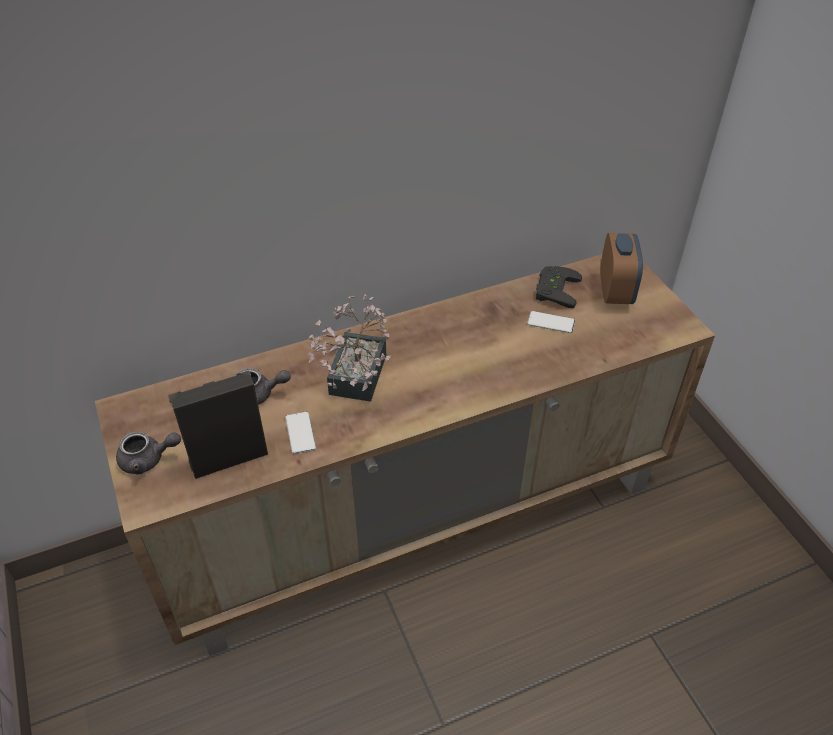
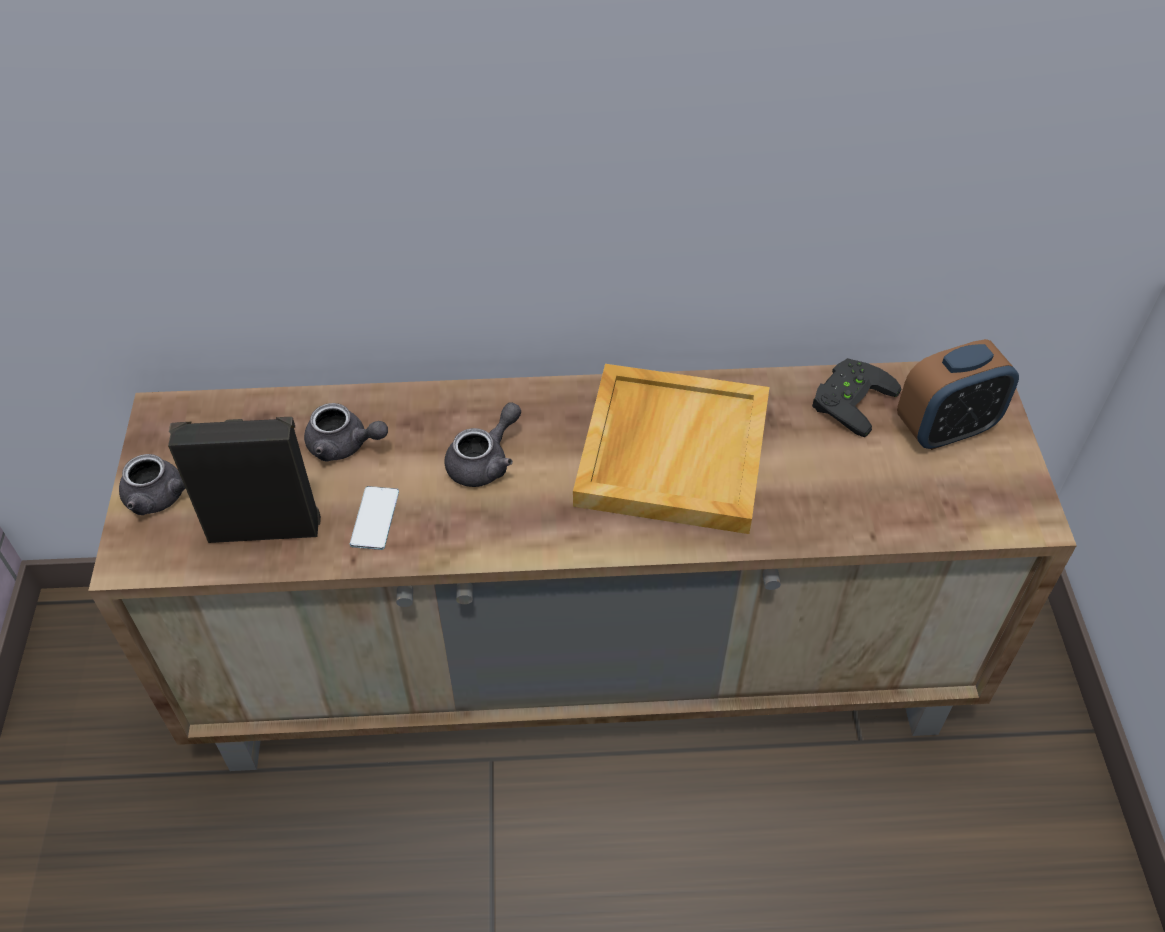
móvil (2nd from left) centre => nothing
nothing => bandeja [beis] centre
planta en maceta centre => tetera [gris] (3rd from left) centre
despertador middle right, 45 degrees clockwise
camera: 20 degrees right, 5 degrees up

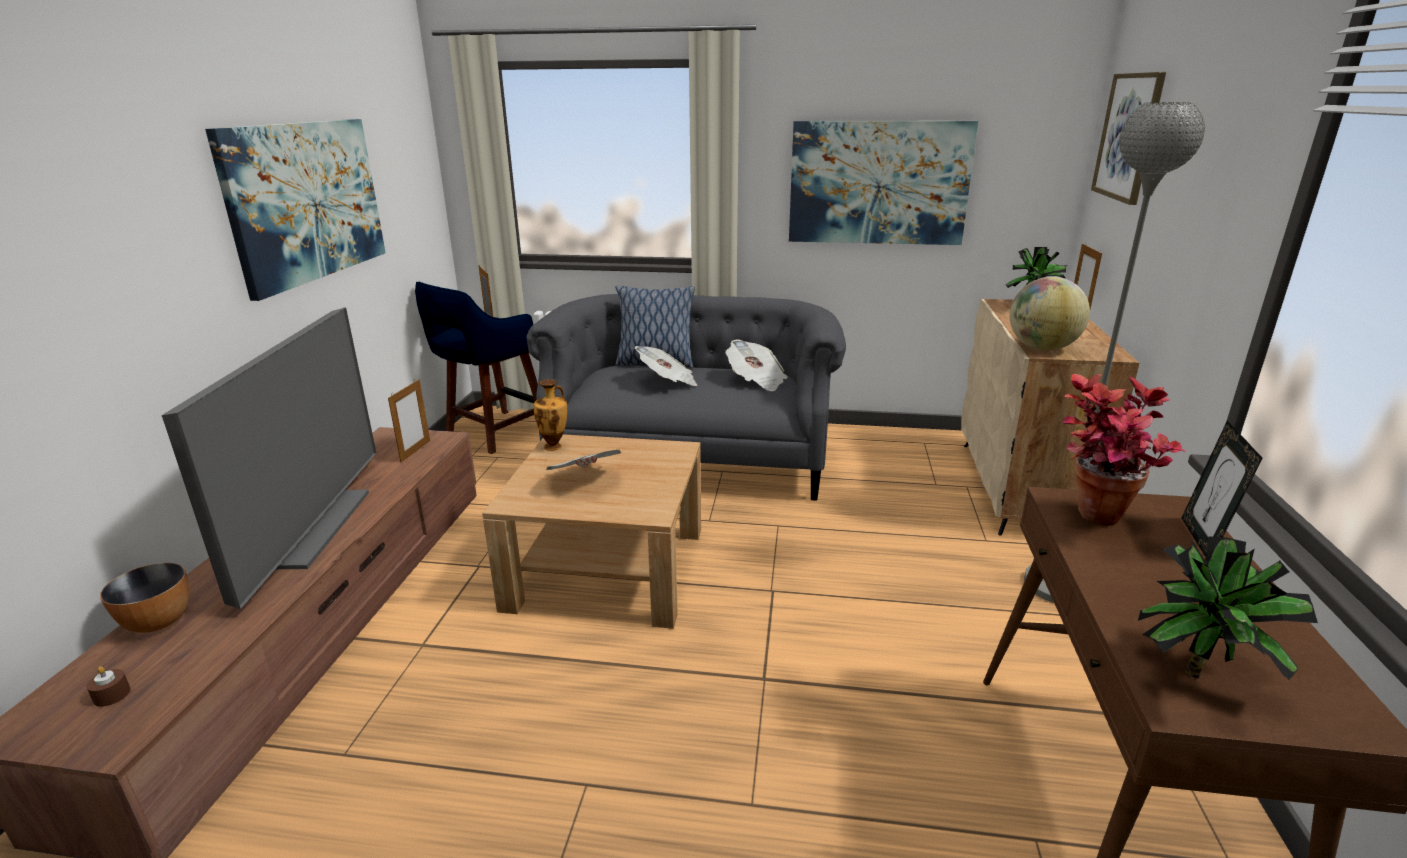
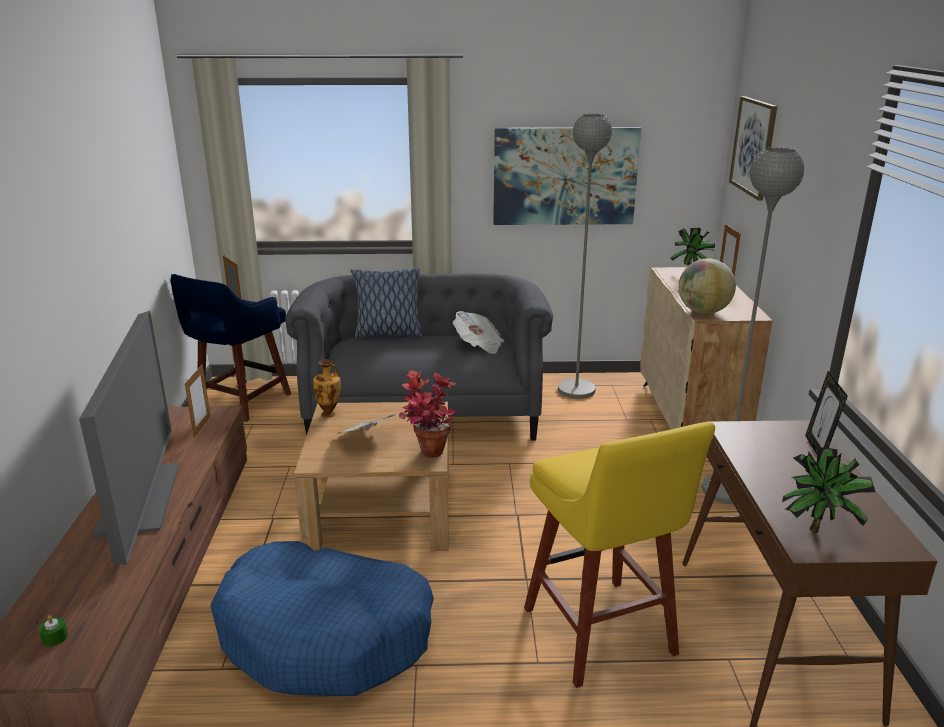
cuenco bottom left => nothing
cuadro (1st from left) top left => nothing
periódico (2nd from left) centre => nothing
nothing => cama para perro [azul] bottom centre
nothing => taburete [amarillo] bottom centre
nothing => lámpara de pie [gris] (1st from left) centre
planta en maceta (2nd from left in the first image) middle right => planta en maceta (1st from left) centre, move
vela [marrón] bottom left => vela [verde] bottom left
camera: 10 degrees left, 0 degrees up

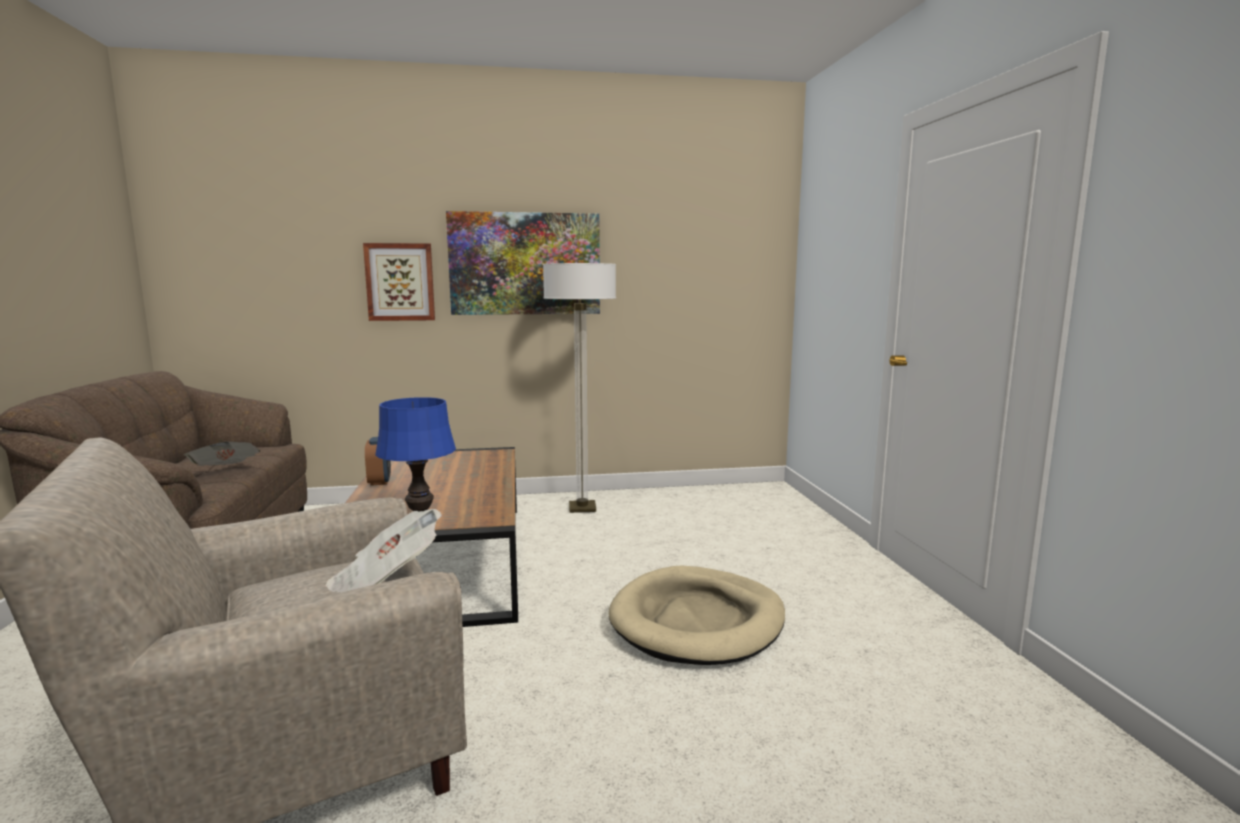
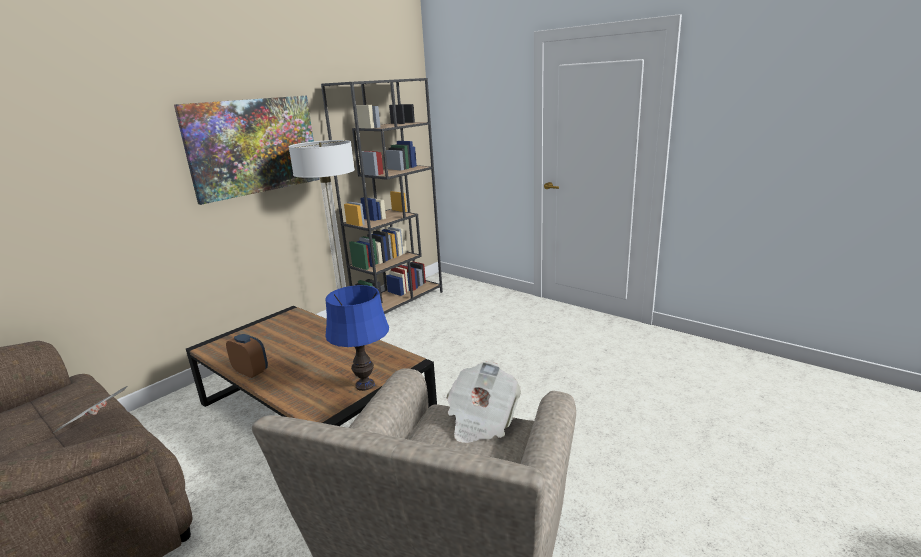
cuadro (1st from left) middle left => nothing
cama para perro [beis] bottom centre => nothing
nothing => estantería centre
camera: 40 degrees left, 10 degrees up

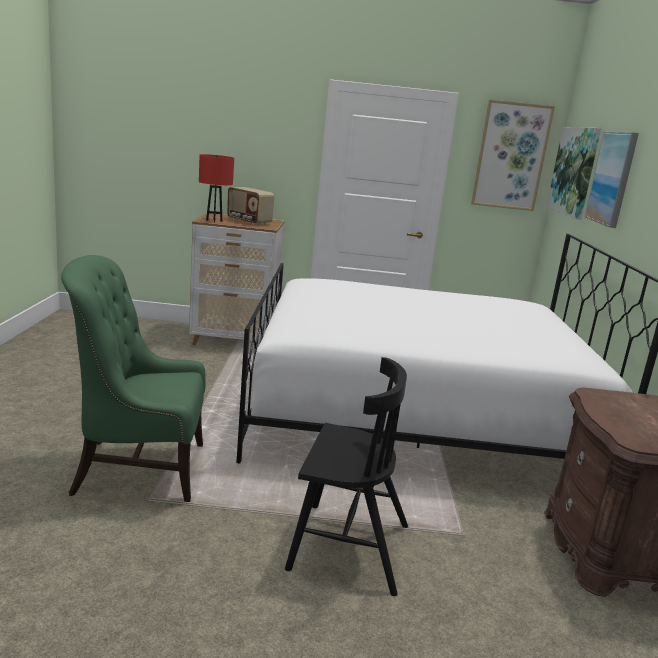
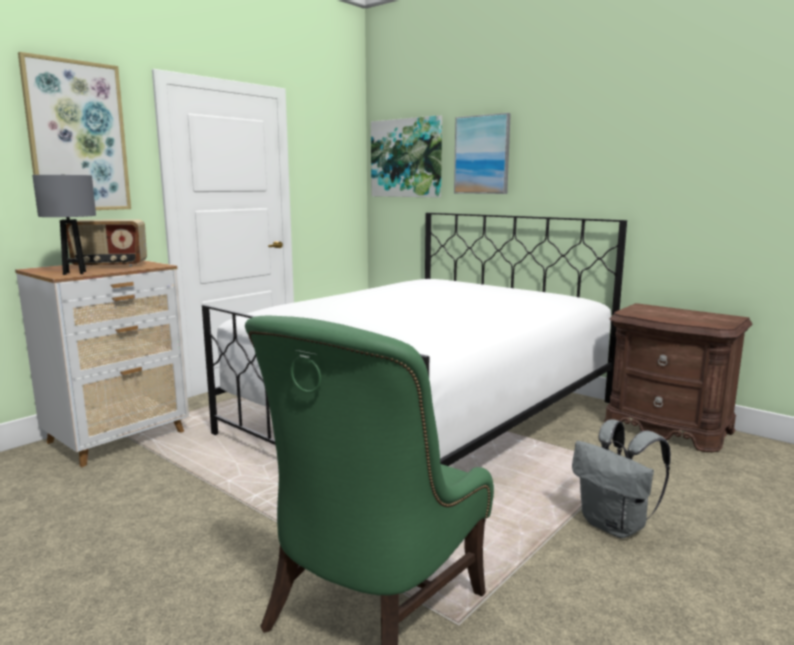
cuadro (1st from left) top right => cuadro (1st from left) top left, move
silla [negro] bottom centre => mochila [gris] bottom right
lámpara de mesa [rojo] top left => lámpara de mesa [gris] middle left
camera: 50 degrees left, 5 degrees down

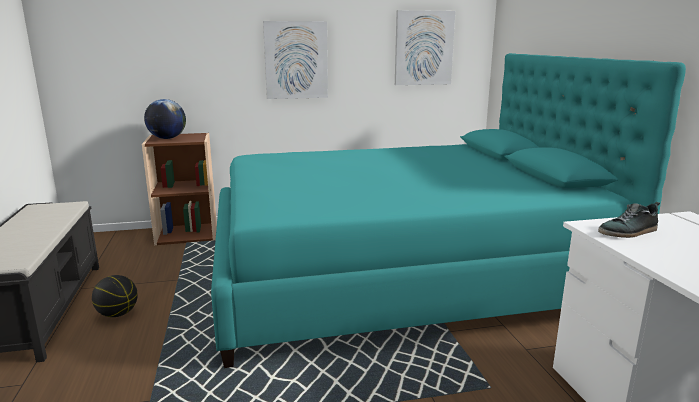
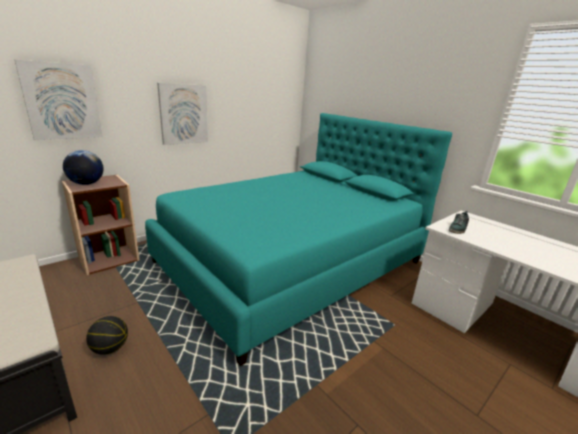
cuadro (2nd from left in the first image) top centre => cuadro (1st from left) top left, move
camera: 30 degrees left, 5 degrees up

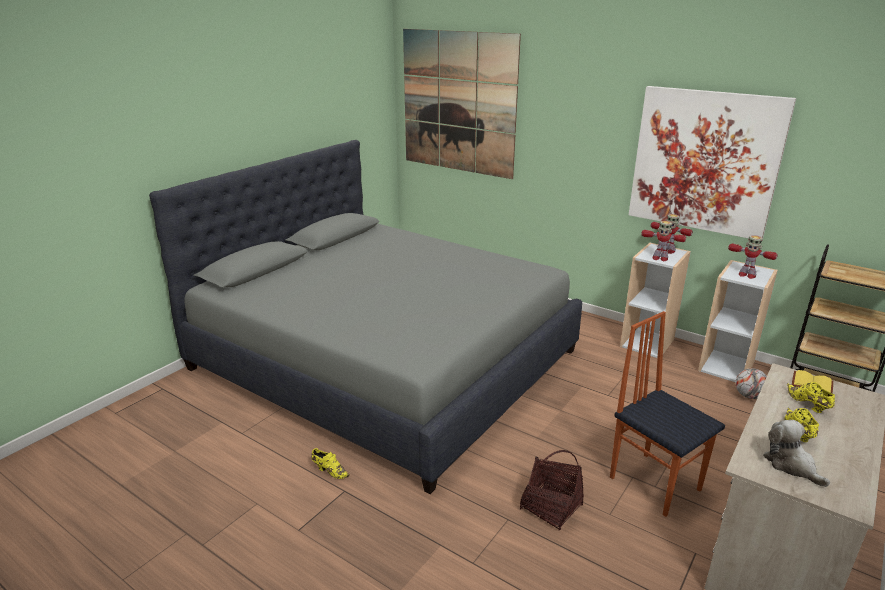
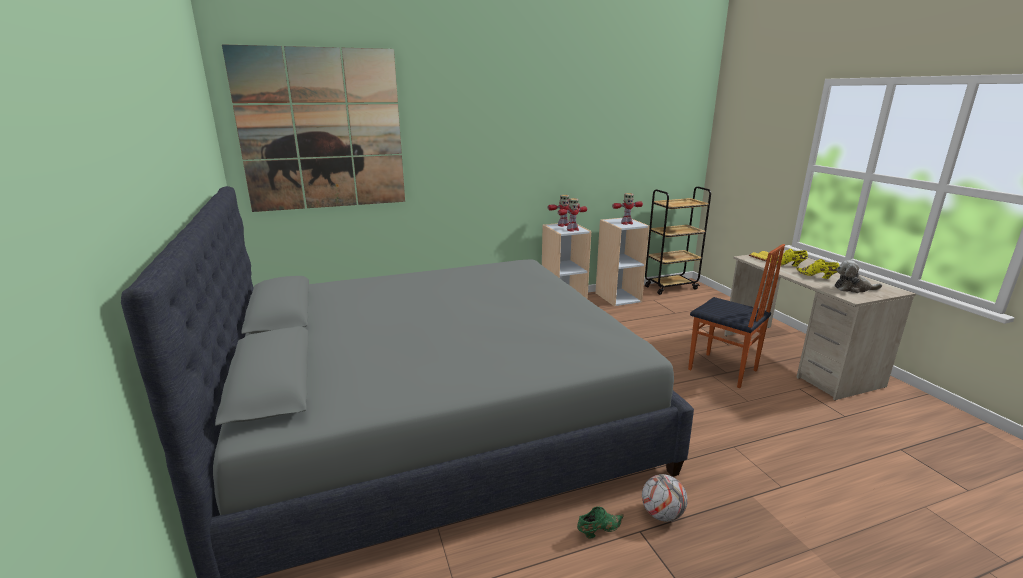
cesta bottom centre => nothing
cuadro (2nd from left) top right => nothing
balón de fútbol middle right => balón de fútbol bottom centre, move
zapato [amarillo] (1st from left) bottom centre => zapato [verde] bottom centre
silla bottom right => silla middle right, 135 degrees counterclockwise
camera: 55 degrees left, 5 degrees down

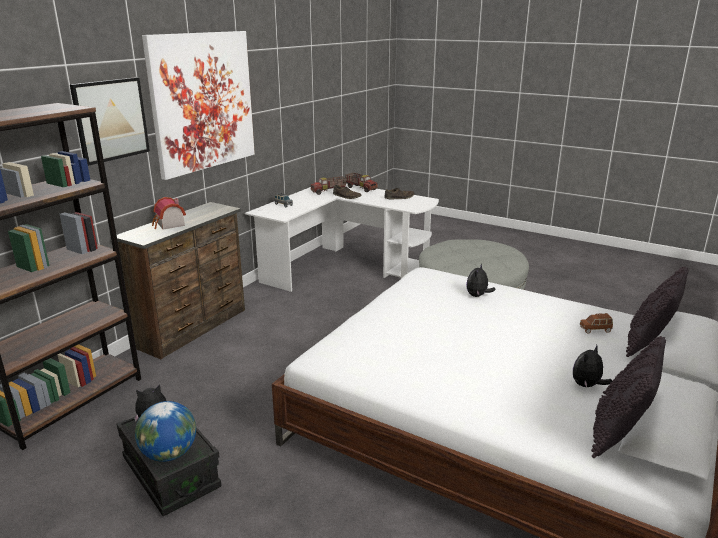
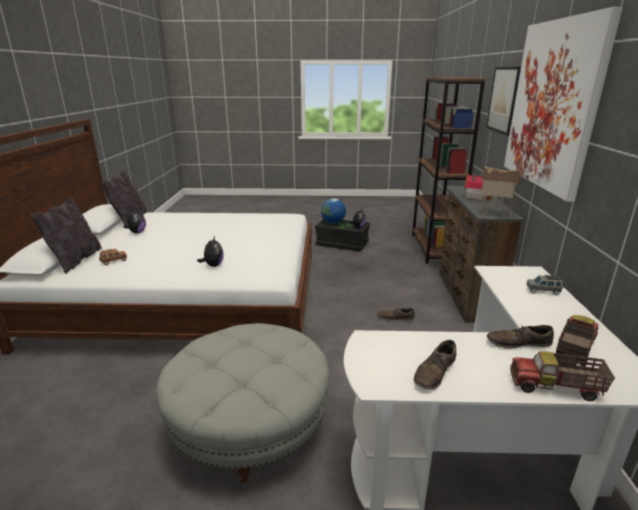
nothing => zapato [marrón] (1st from left) centre
nothing => casita (2nd from left) middle right
camera: 150 degrees right, 0 degrees up

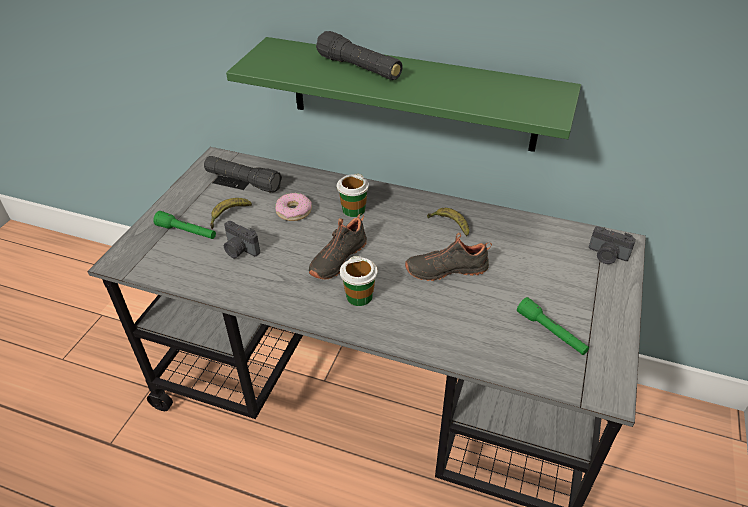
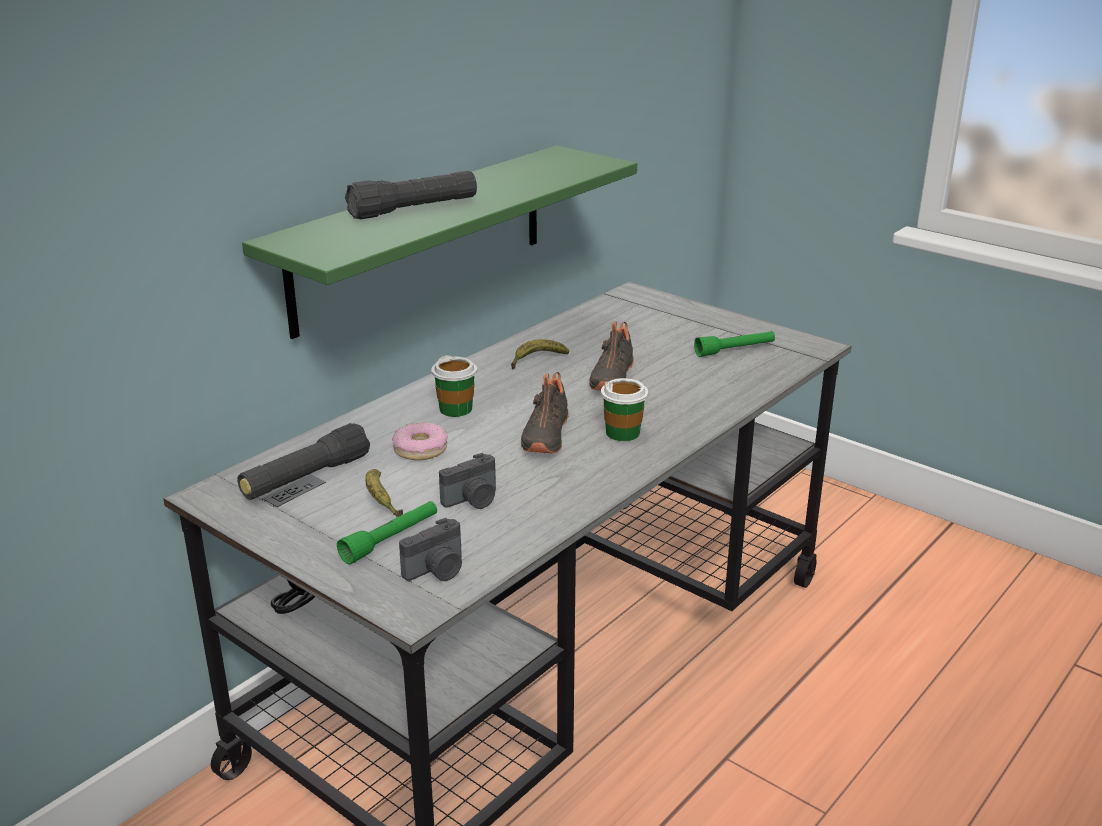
cámara (2nd from left in the first image) middle right => cámara (1st from left) centre, move
zapato [negro] (1st from left) centre, 45 degrees clockwise
camera: 70 degrees left, 15 degrees down

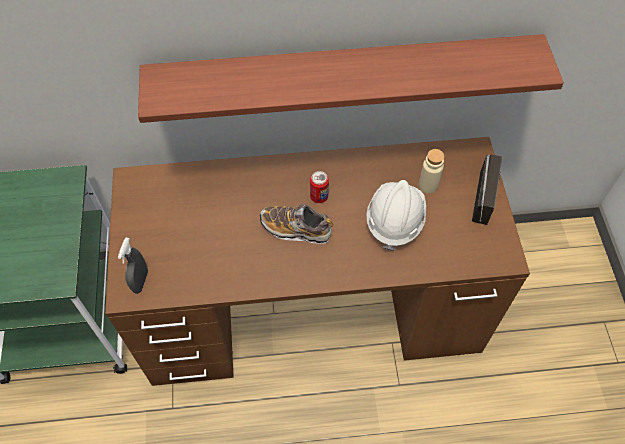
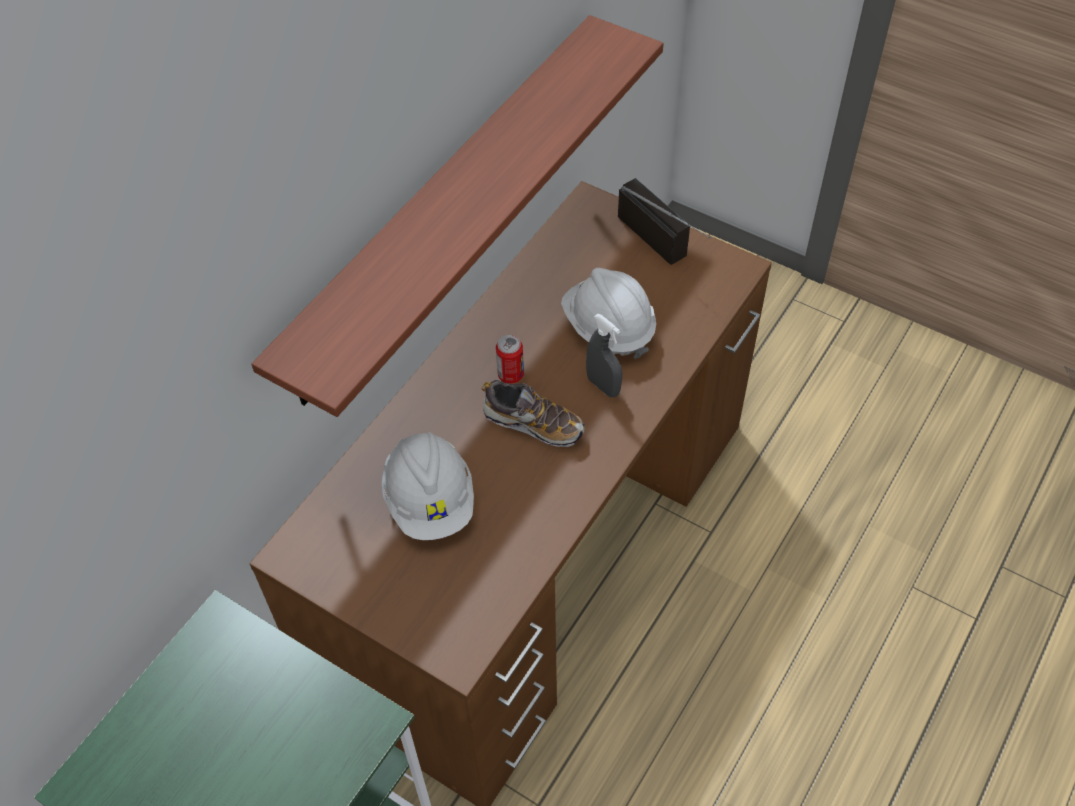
botella [beis] middle right => nothing
nothing => casco [blanco] (1st from left) centre
pulverizador [gris] middle left => pulverizador [gris] centre, move
zapato centre, 120 degrees counterclockwise
camera: 50 degrees left, 5 degrees down

